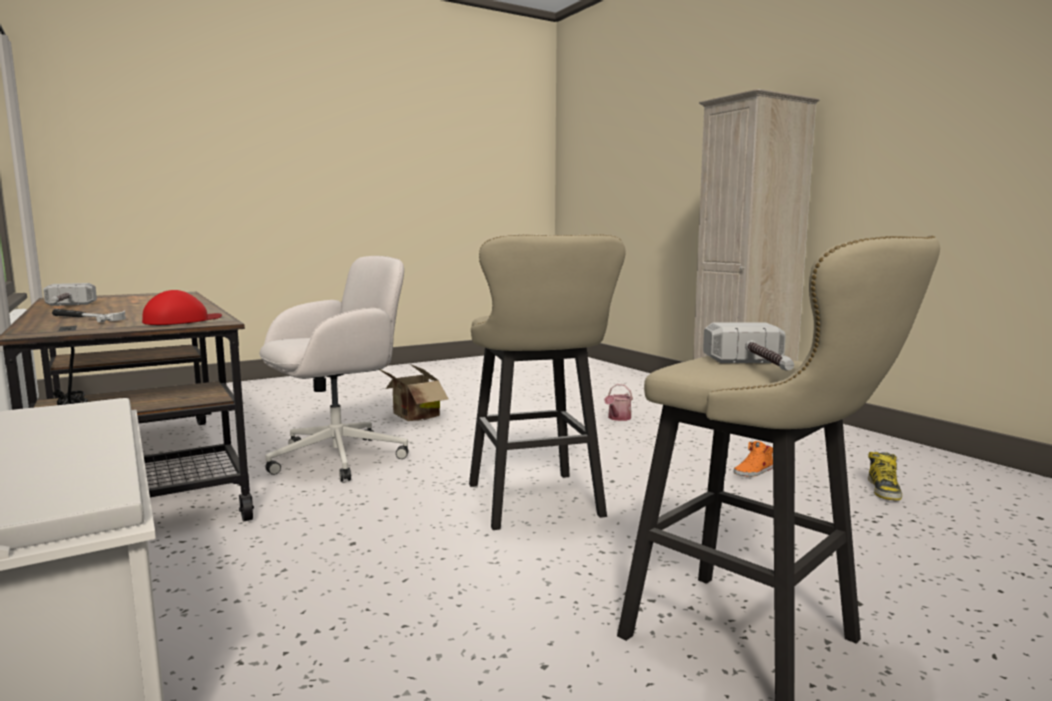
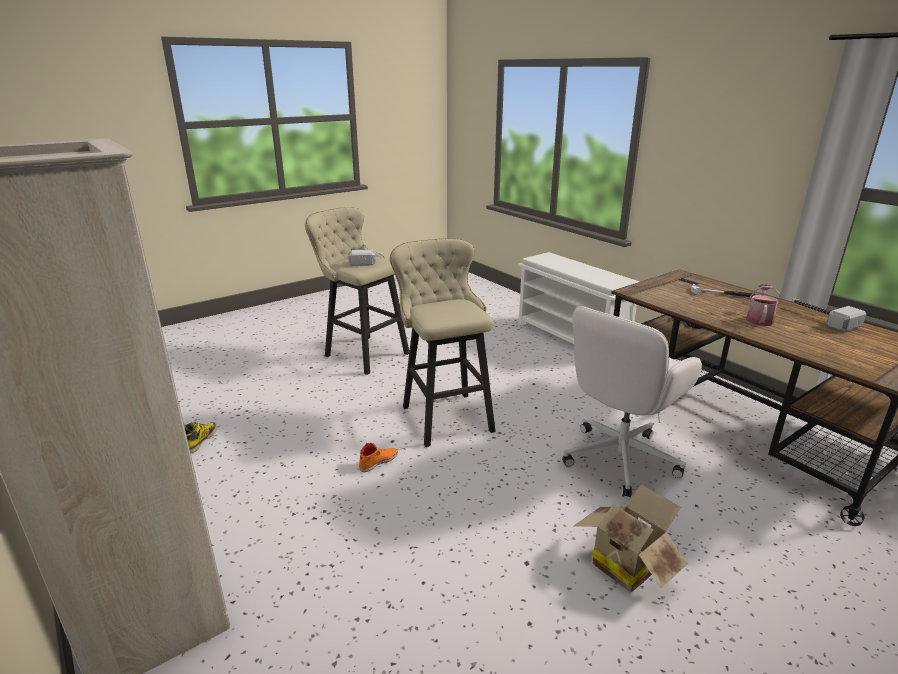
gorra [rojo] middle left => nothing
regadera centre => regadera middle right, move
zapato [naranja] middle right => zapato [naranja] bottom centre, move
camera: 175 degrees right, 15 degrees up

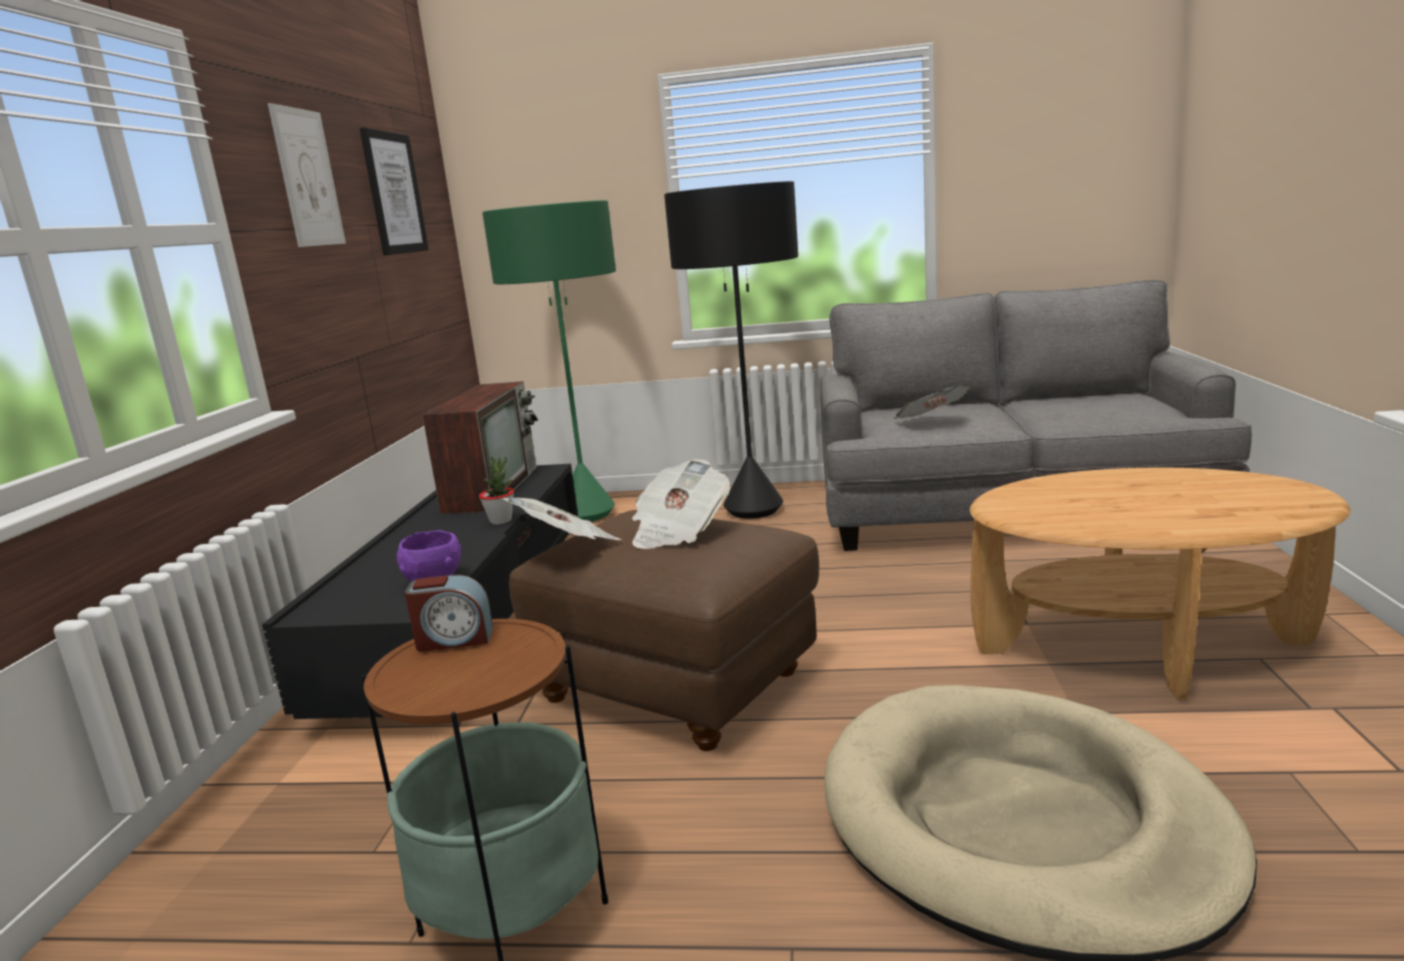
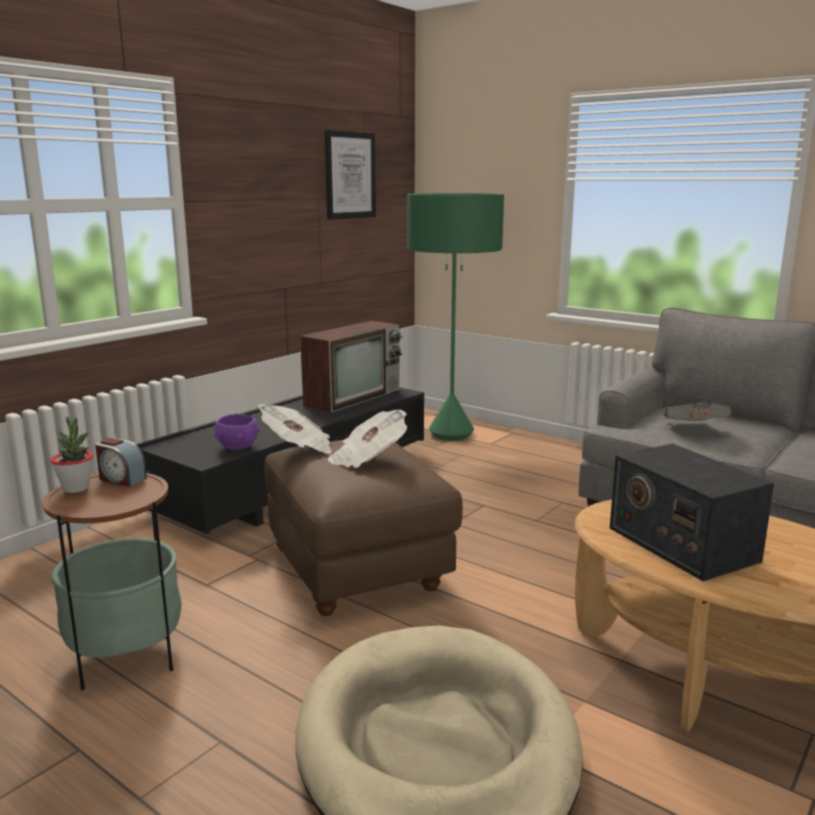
cuadro (1st from left) top left => nothing
lámpara de pie [negro] centre => nothing
nothing => radio middle right
planta en maceta centre => planta en maceta middle left, move
camera: 30 degrees right, 0 degrees up

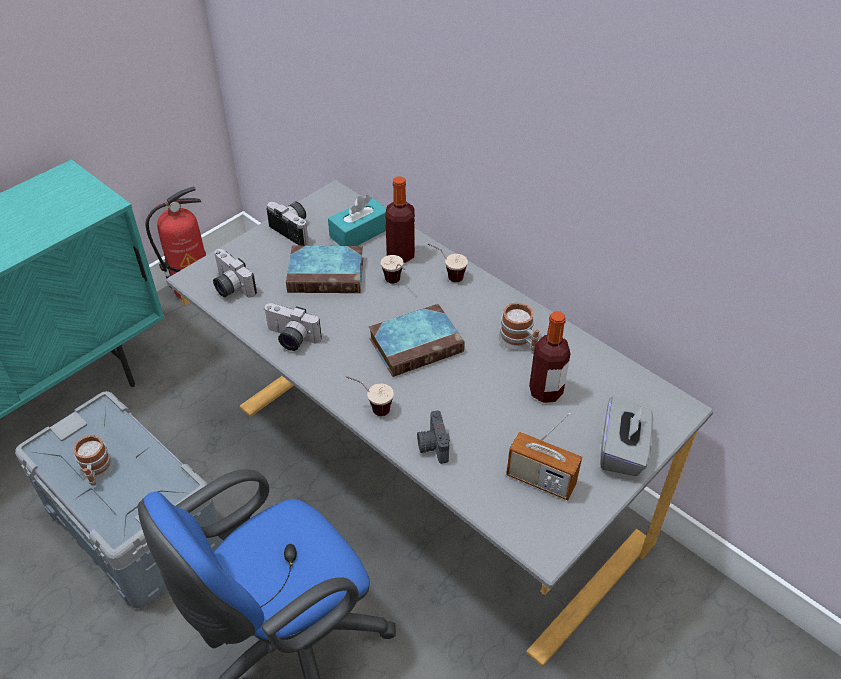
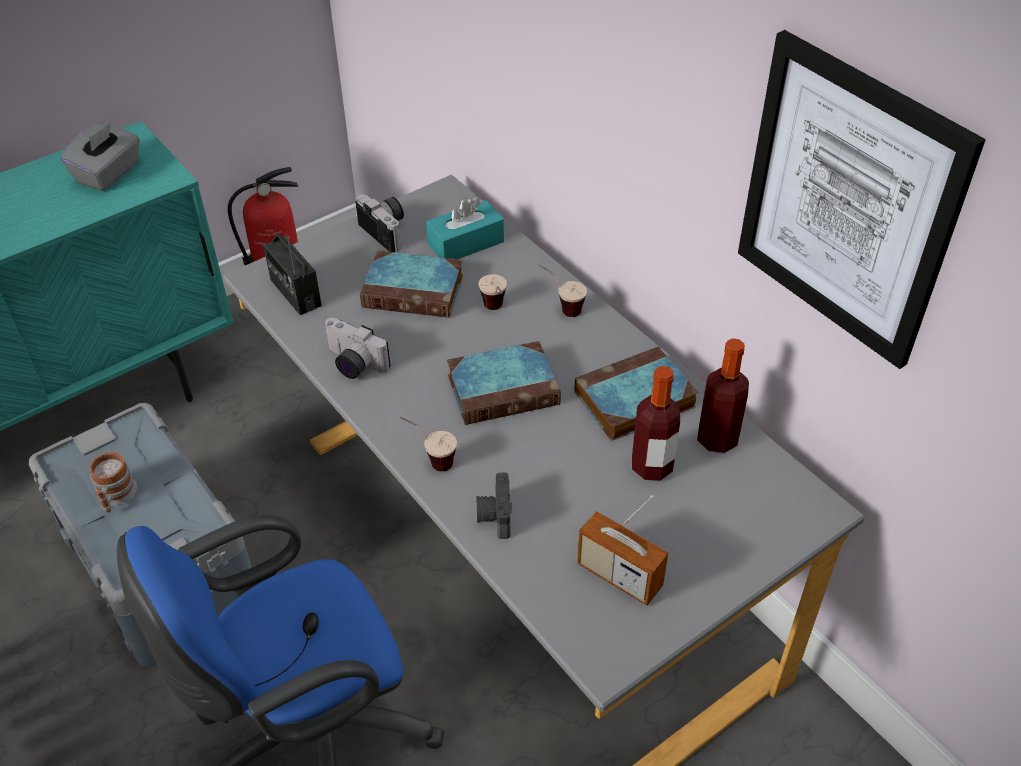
nothing => cuadro top right
botella (1st from left in the first image) top centre => botella (2nd from left) middle right, move
caja de pañuelos [gris] middle right => caja de pañuelos [gris] top left, move
cámara (1st from left) middle left => radio (1st from left) middle left
taza grande (2nd from left) centre => libro (3rd from left) centre
camera: 10 degrees right, 0 degrees up

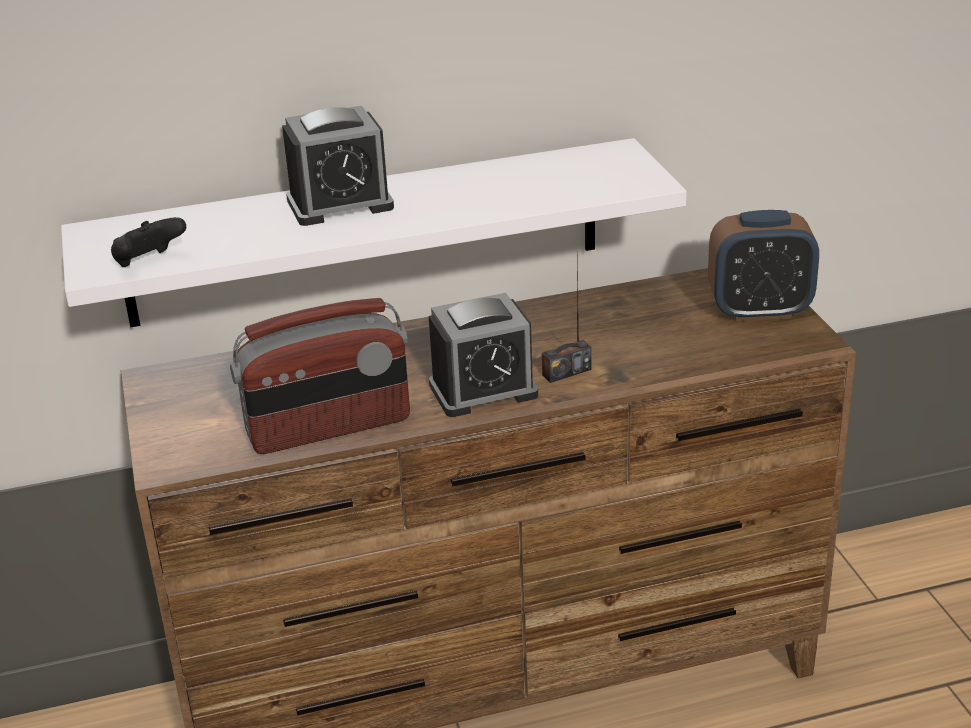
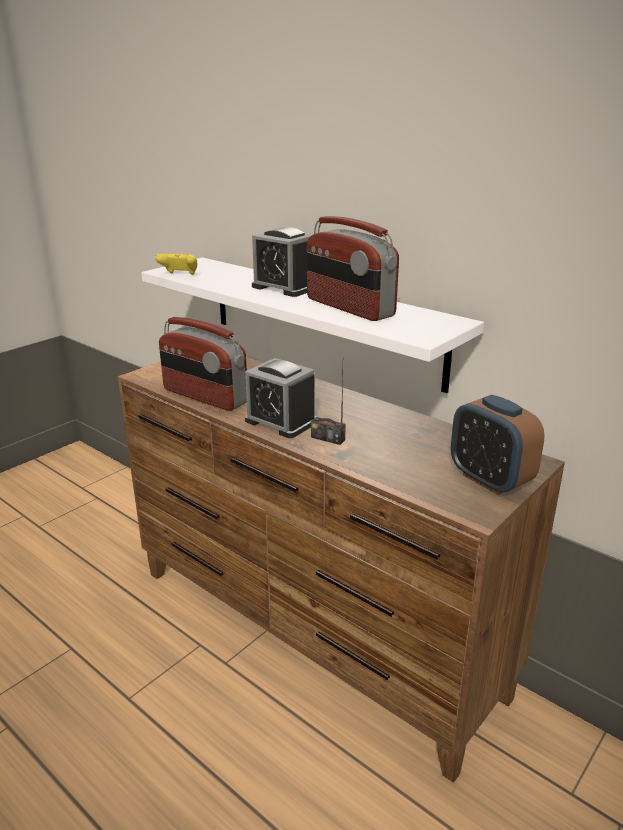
nothing => radio (3rd from left) top centre
mando de consola [negro] top left => mando de consola [amarillo] top left
camera: 55 degrees right, 5 degrees down

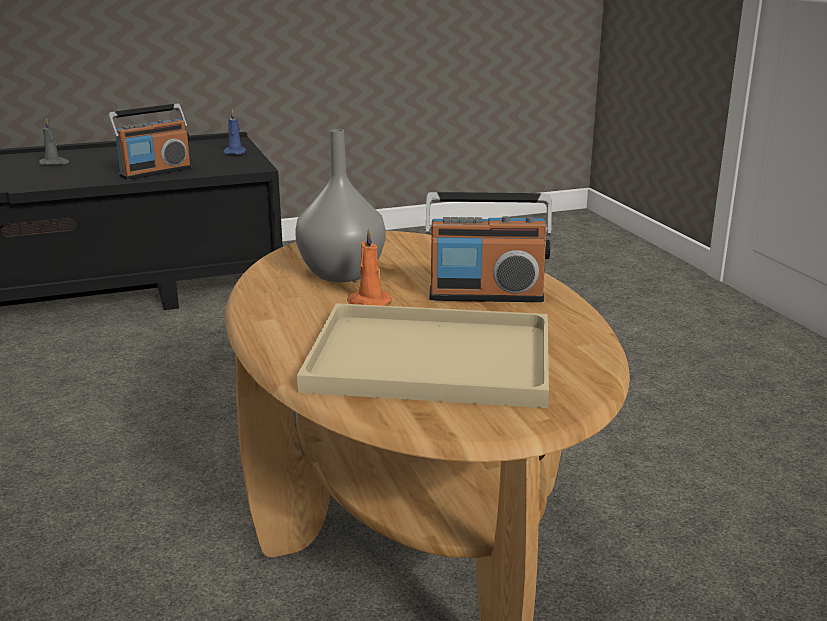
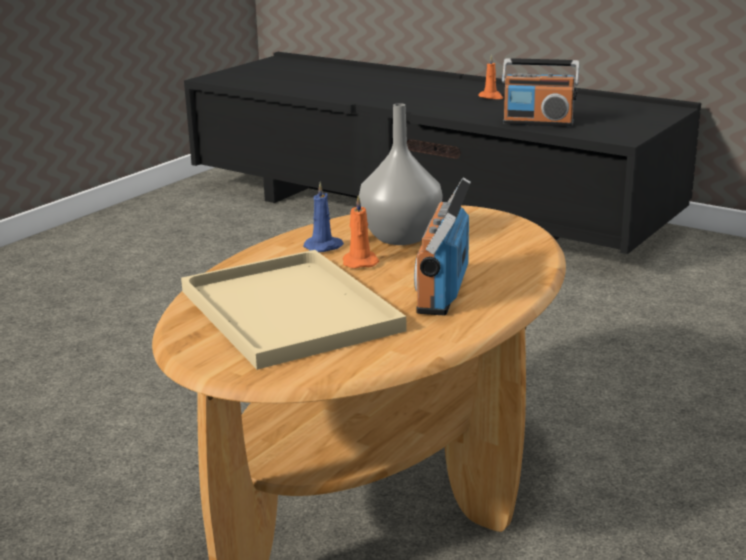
vela [azul] top left => vela [azul] centre, move
vela [gris] top left => vela [naranja] (2nd from left) top centre
radio (2nd from left in the first image) centre => radio (1st from left) centre, 45 degrees clockwise
camera: 55 degrees right, 0 degrees up

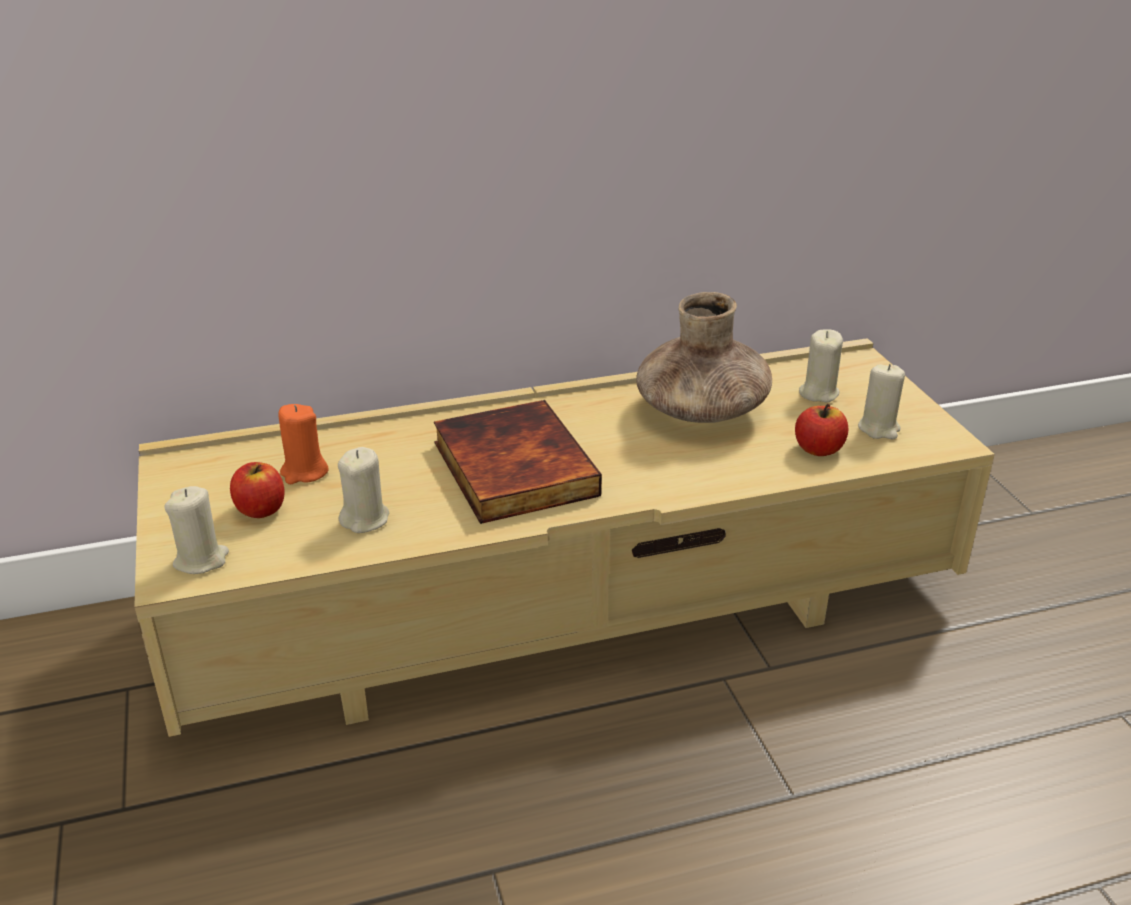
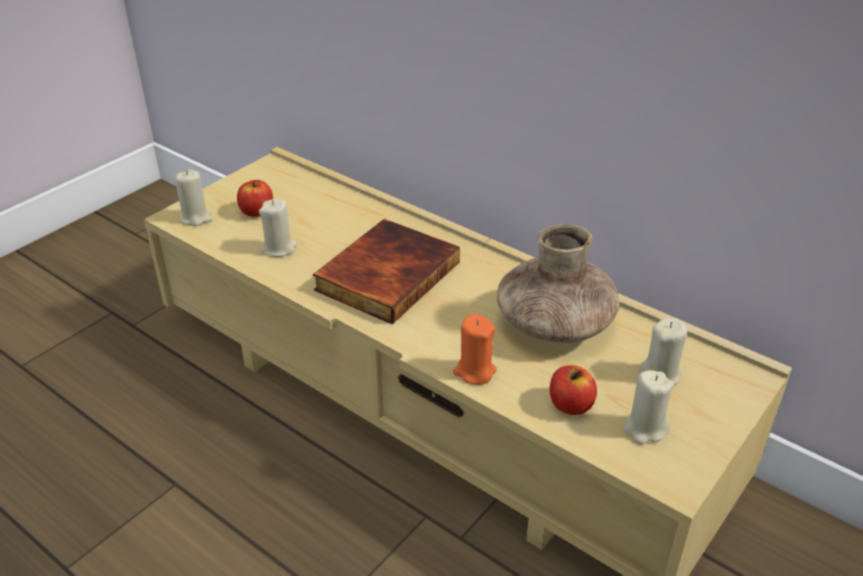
vela [naranja] middle left => vela [naranja] centre, move
camera: 55 degrees right, 5 degrees up

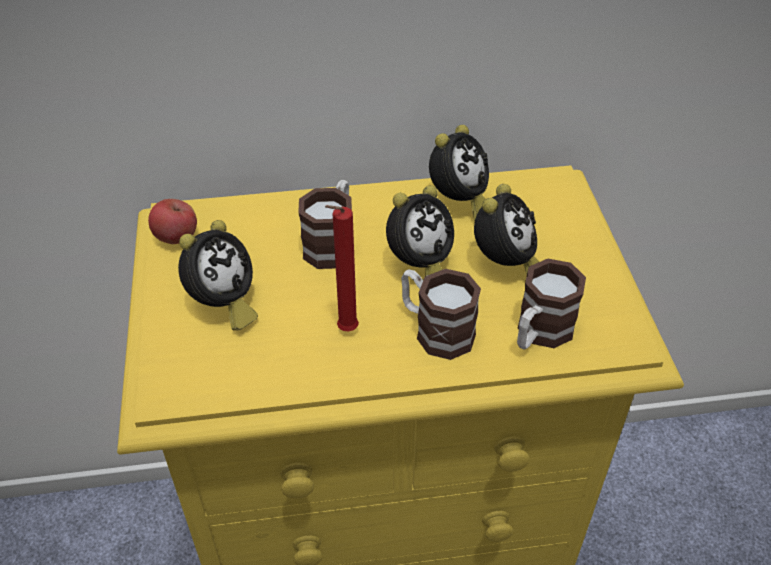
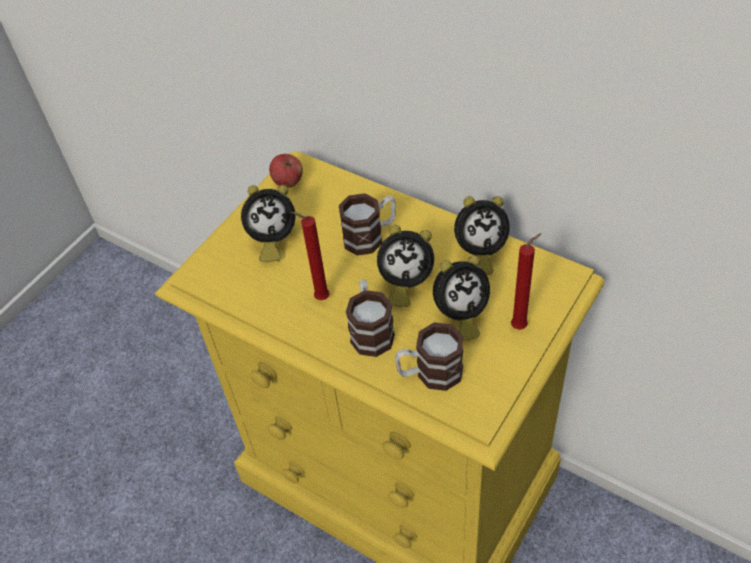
nothing => vela [rojo] (2nd from left) middle right
camera: 45 degrees right, 5 degrees up

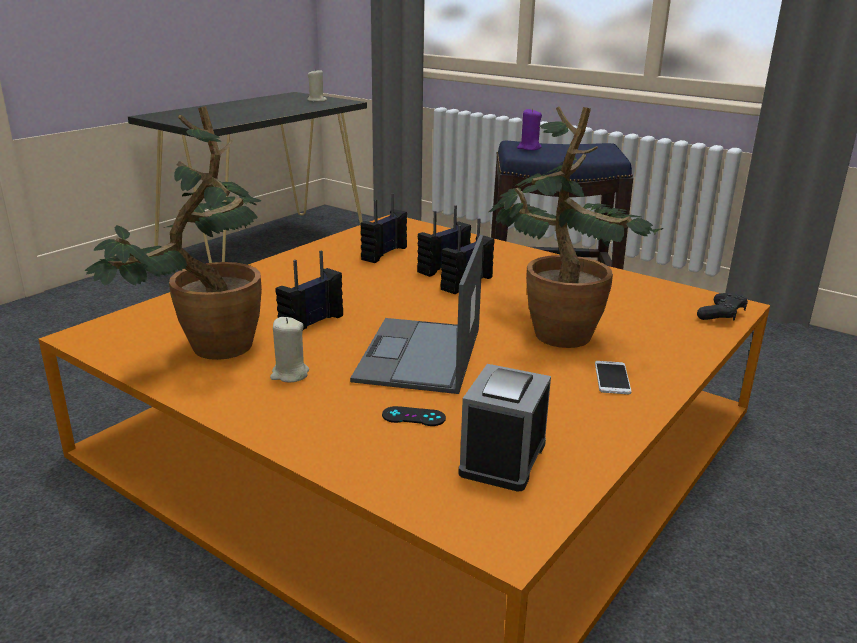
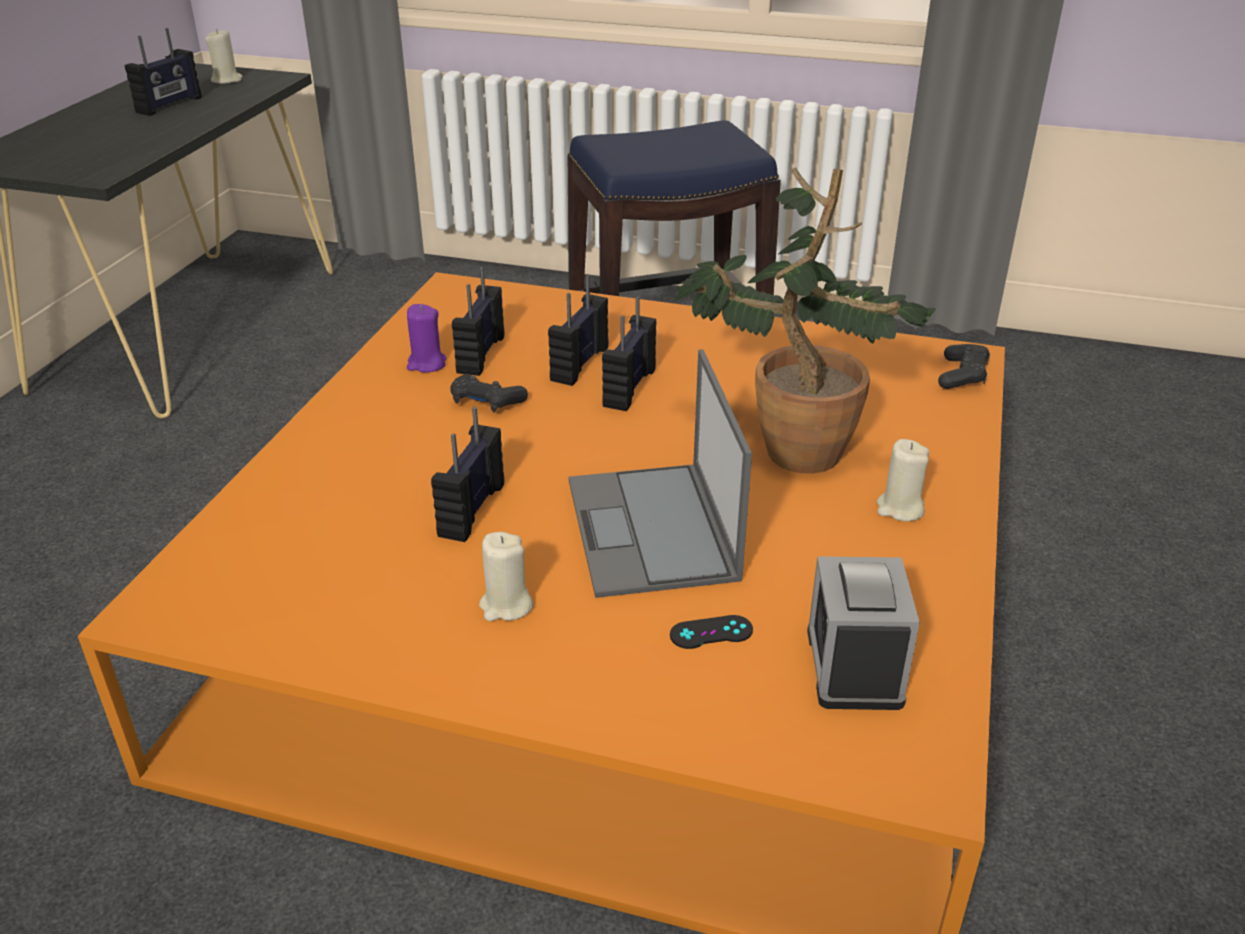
planta en maceta (1st from left) middle left => nothing
nothing => radio (1st from left) top left
nothing => mando de consola [negro] (1st from left) centre
vela [morado] top centre => vela [morado] centre, move
móvil middle right => vela [beis] (3rd from left) middle right
camera: 20 degrees left, 10 degrees up

